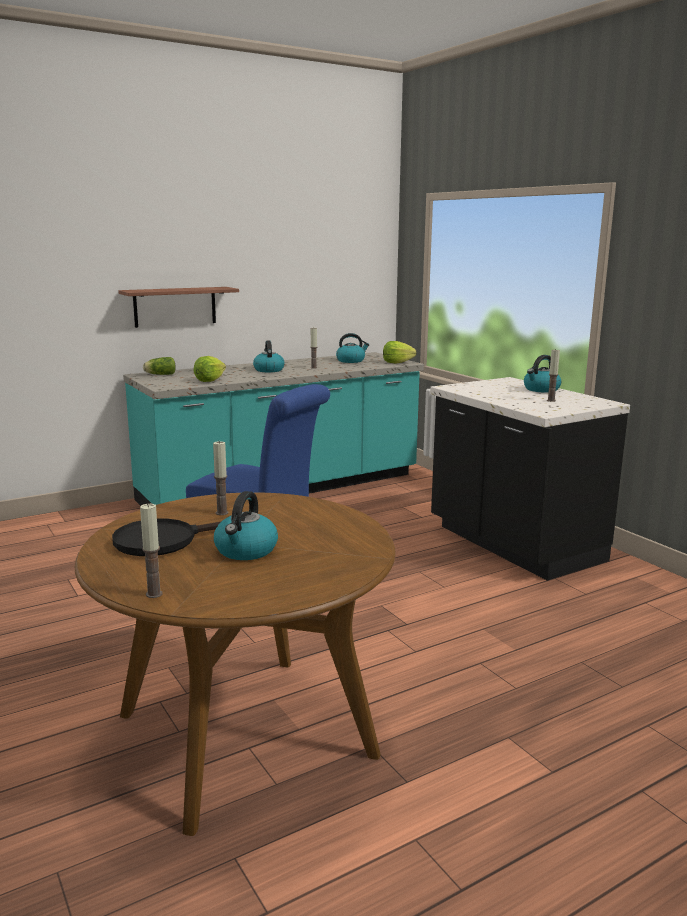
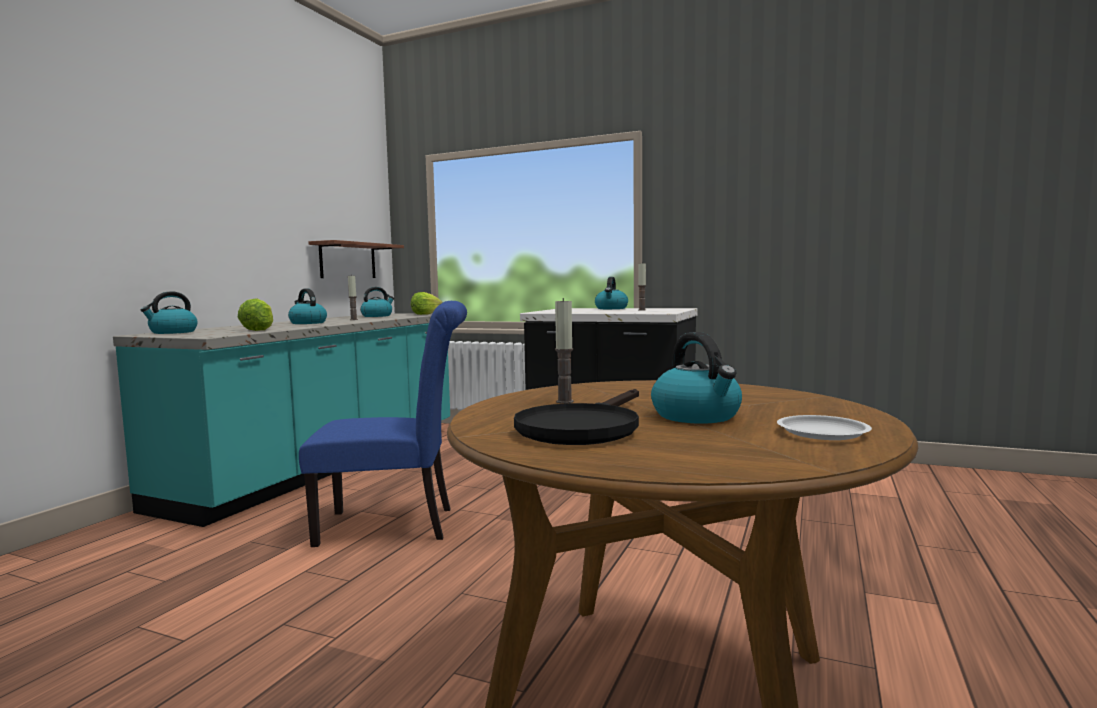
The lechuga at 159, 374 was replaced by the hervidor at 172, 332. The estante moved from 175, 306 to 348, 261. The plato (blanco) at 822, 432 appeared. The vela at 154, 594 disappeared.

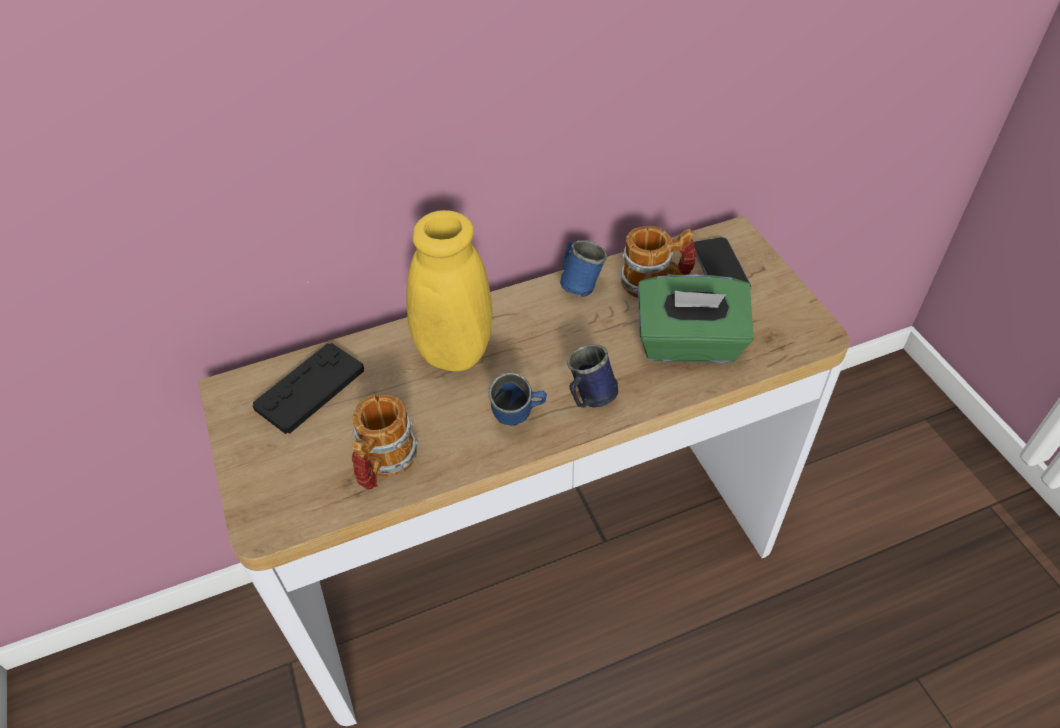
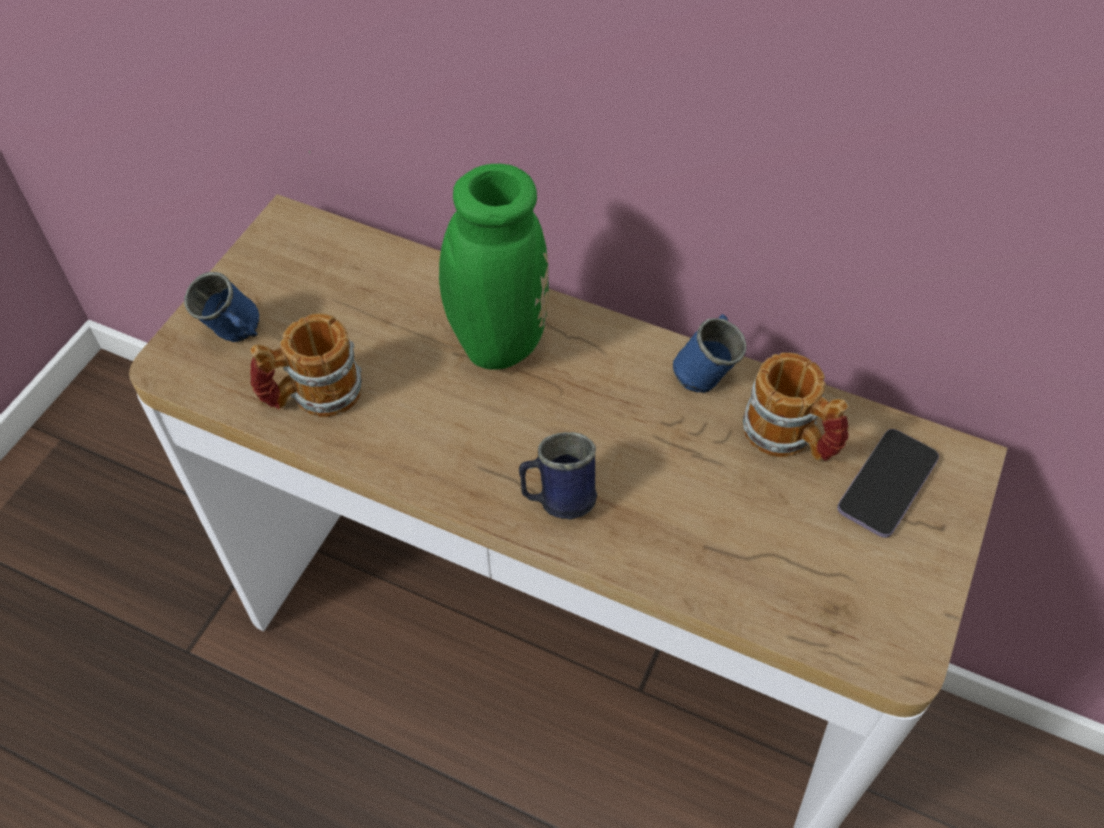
The taza grande (azul) moved from 519, 418 to 236, 336. The florero (amarillo) at 449, 355 became the florero (verde) at 490, 341. The mando de consola (negro) at 310, 389 disappeared. The caja de pañuelos (verde) at 689, 344 disappeared.

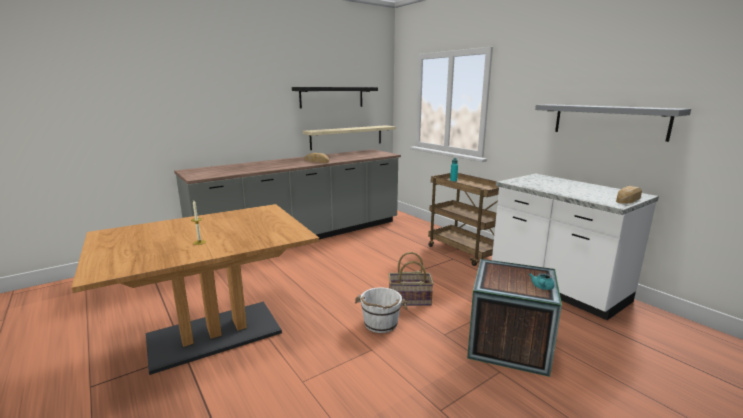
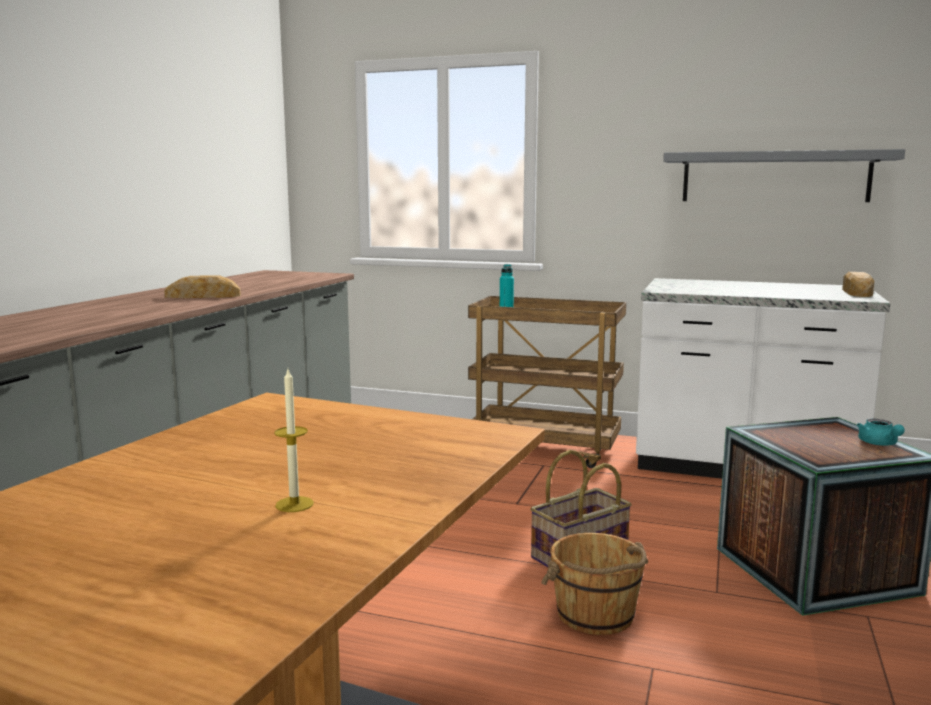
The cubo (blanco) at 380, 324 became the cubo (marrón) at 596, 615. The estante (negro) at 332, 97 disappeared. The estante (beis) at 347, 137 disappeared.

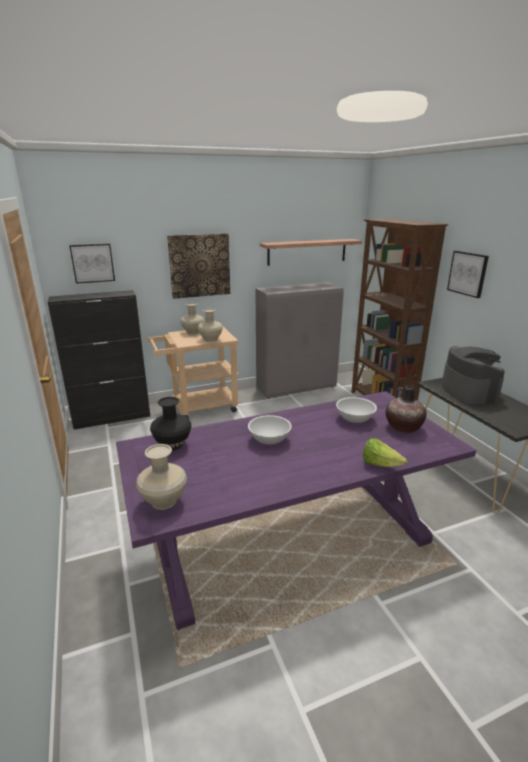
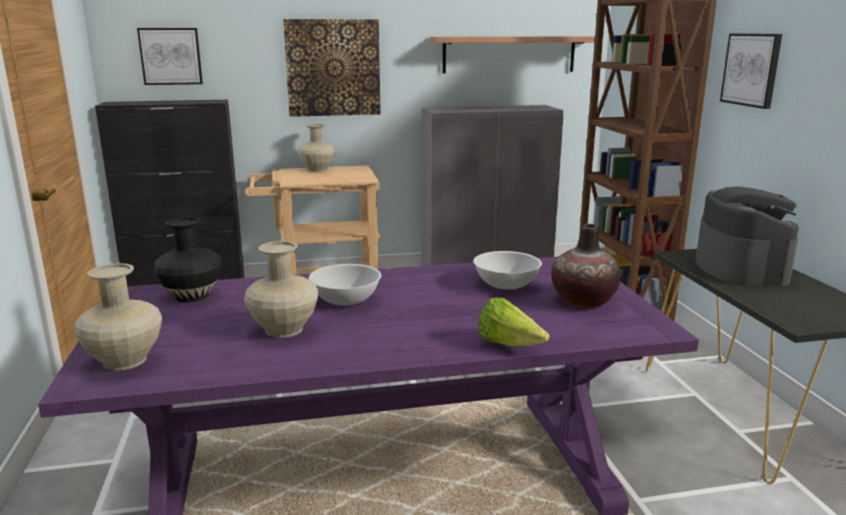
The florero (beis) moved from 211, 339 to 285, 329.

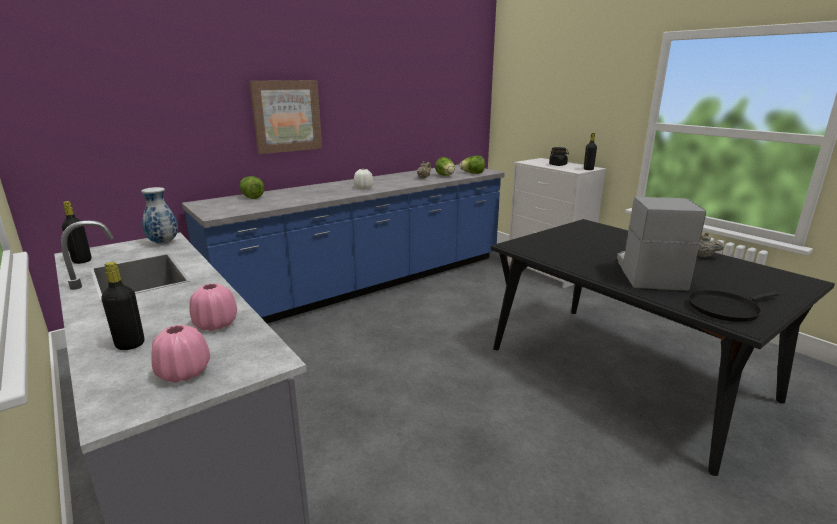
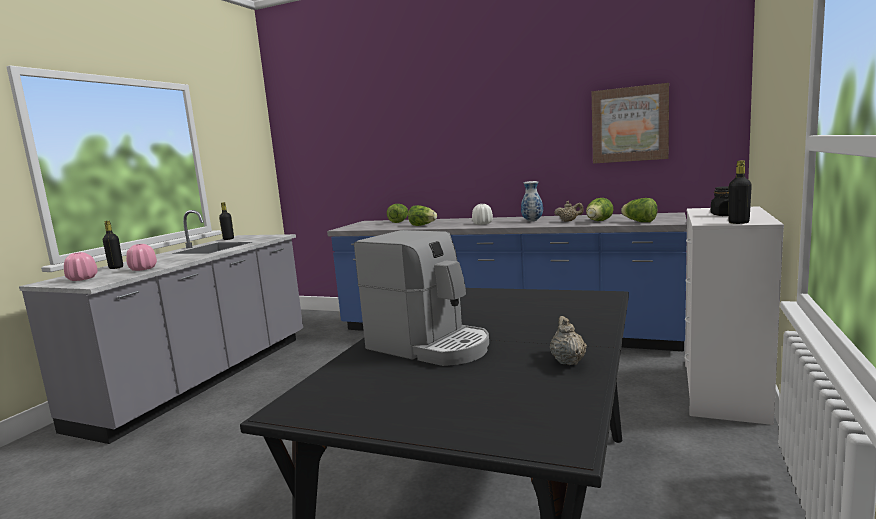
The cafetera at 648, 273 turned 60 degrees clockwise. The lechuga at 422, 225 appeared. The florero moved from 162, 243 to 532, 221. The cuadro moved from 286, 116 to 629, 124. The sartén (negro) at 725, 309 disappeared.

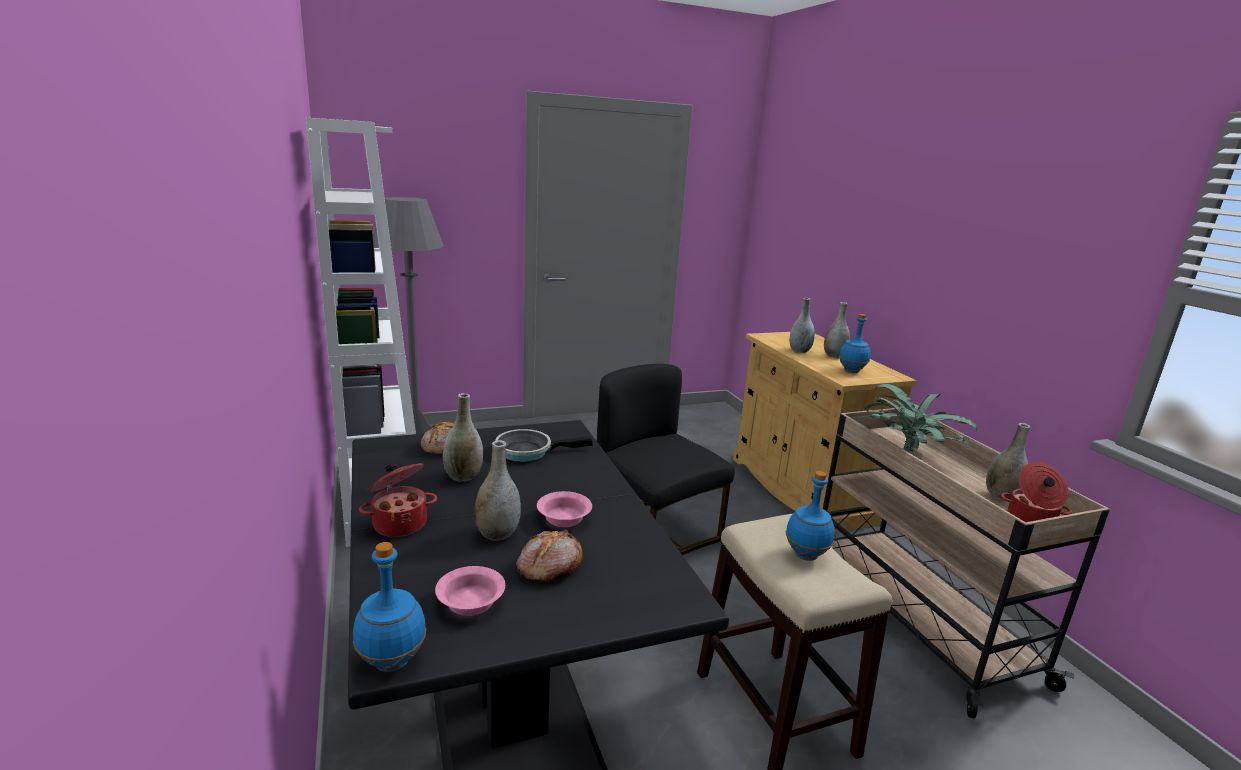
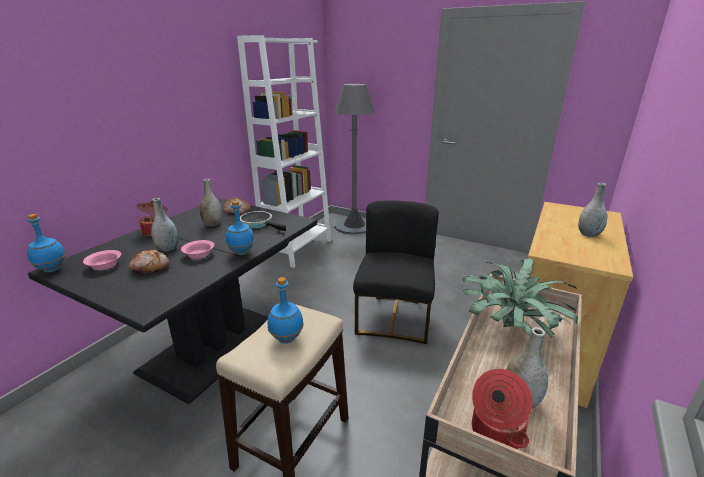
The botella (azul) moved from 851, 371 to 242, 252. The florero (gris) at 799, 351 disappeared.

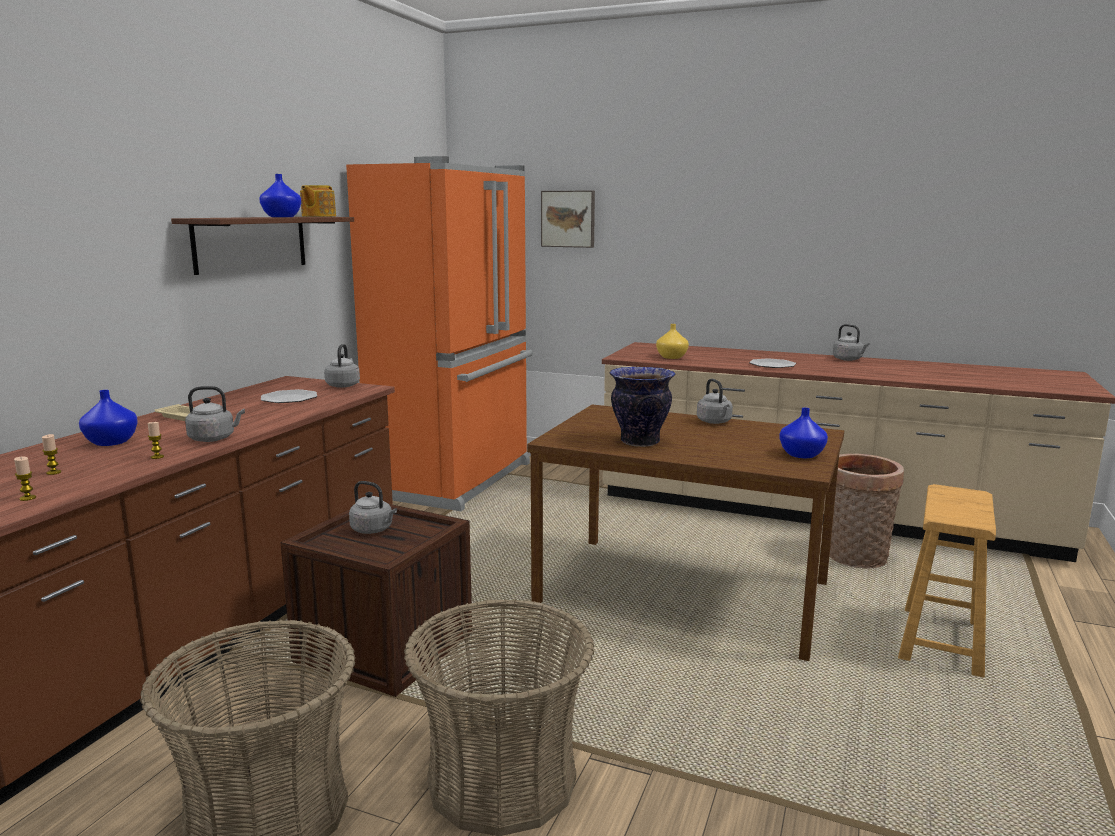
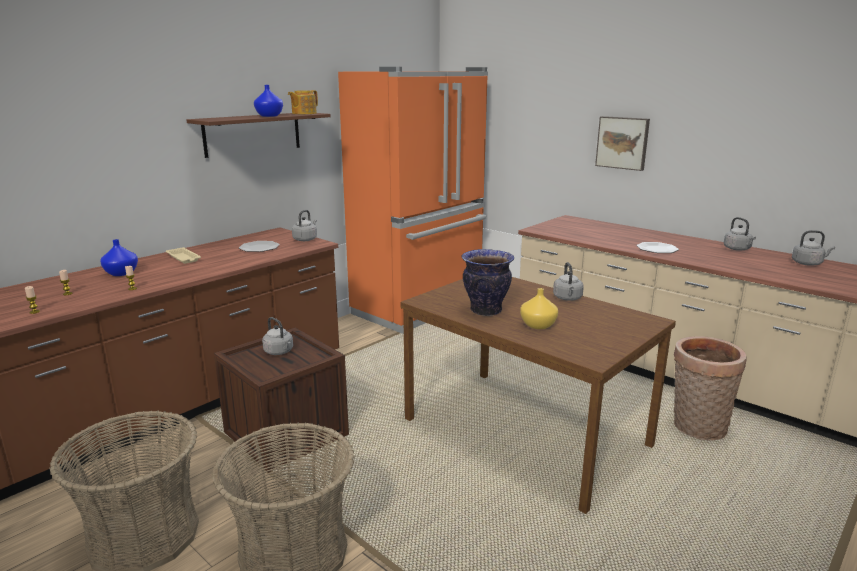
The florero (amarillo) moved from 672, 357 to 538, 325. The cuadro moved from 568, 219 to 622, 142. The hervidor (gris) moved from 214, 439 to 808, 263. The florero (azul) at 801, 455 disappeared. The taburete (marrón) at 942, 641 disappeared.

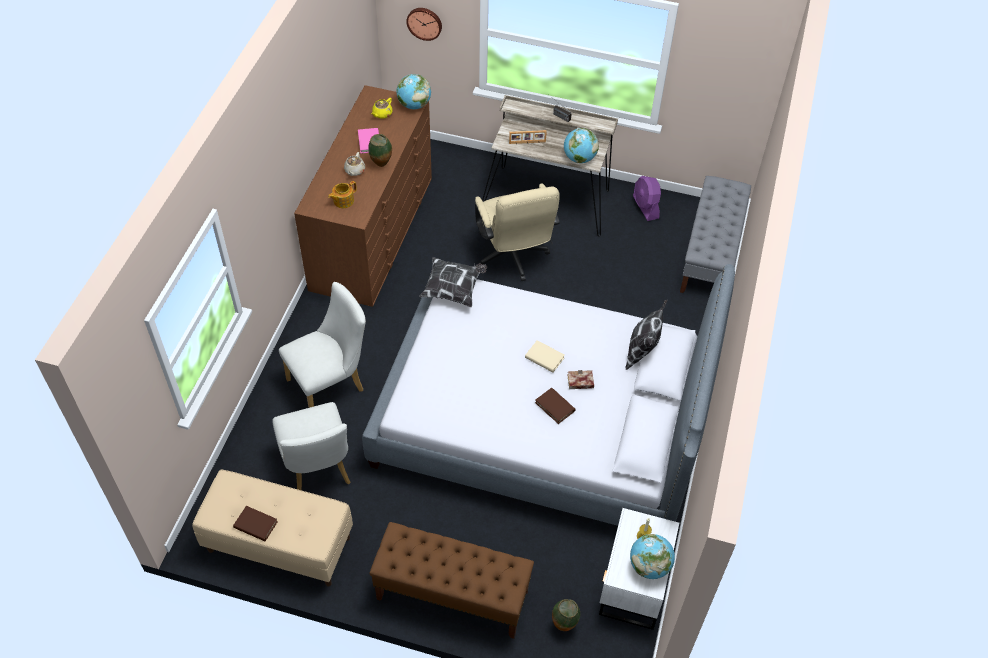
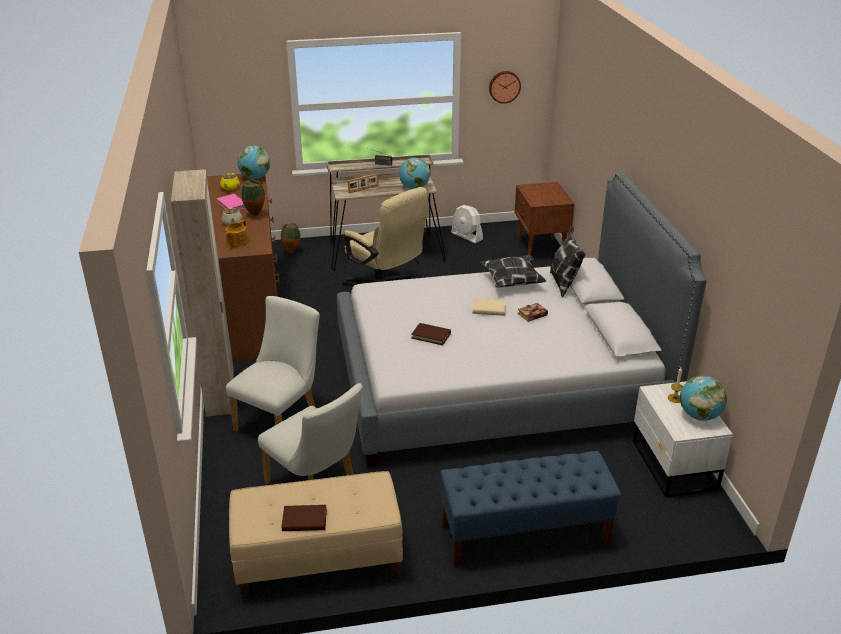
The armario ropero (beis) at 220, 395 appeared. The florero moved from 564, 624 to 291, 251. The libro (marrón) moved from 555, 407 to 431, 336. The banco (marrón) at 452, 595 became the banco (azul) at 524, 534. The ventilador (morado) at 645, 207 became the ventilador (blanco) at 467, 236. The cojín moved from 453, 289 to 513, 282. The reloj de pared moved from 424, 23 to 504, 86. The banco (gris) at 710, 255 was replaced by the mesita de noche (marrón) at 540, 249.

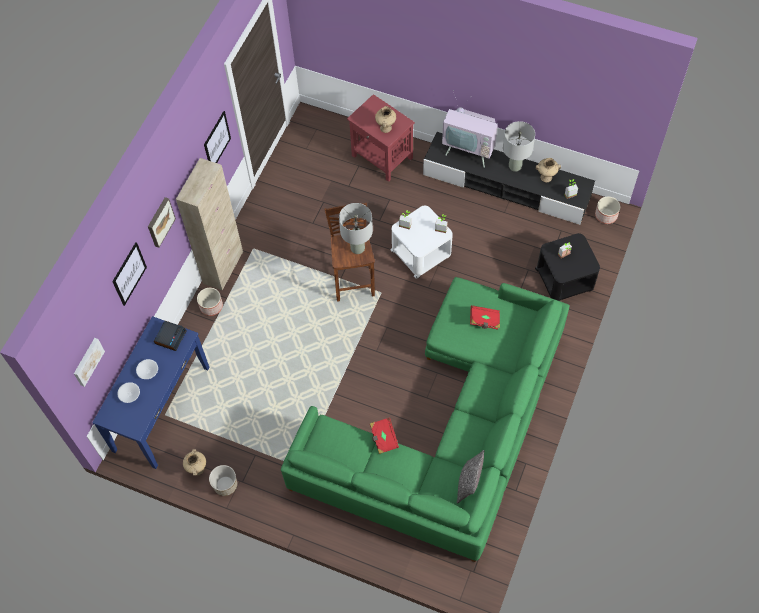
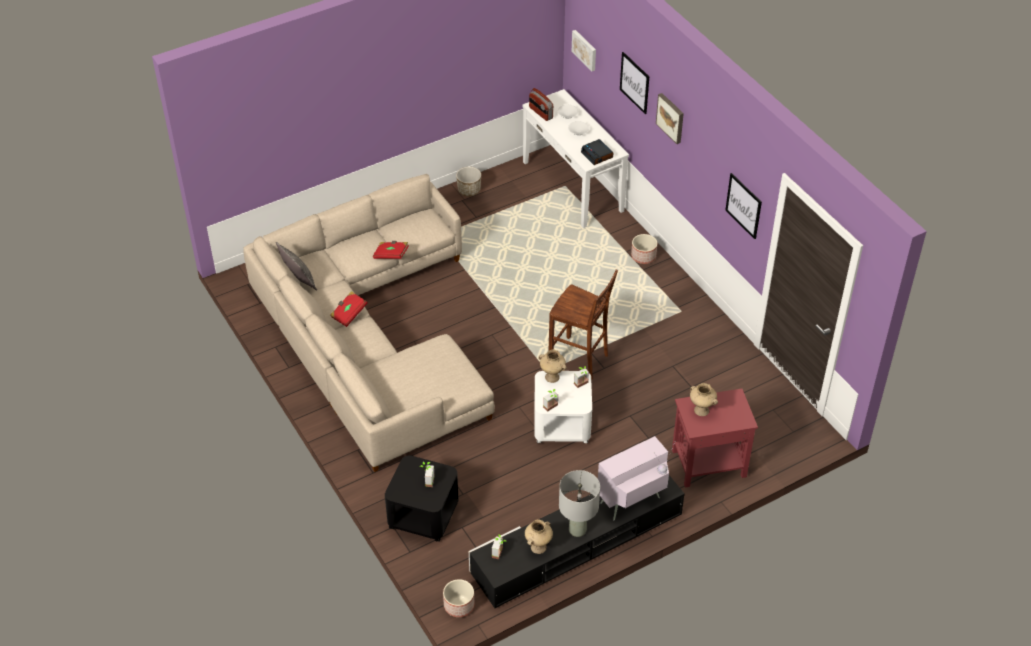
The sofá (verde) at 449, 430 became the sofá (beis) at 370, 338. The libro (rojo) moved from 484, 321 to 349, 314. The mesa consola (azul) at 161, 408 became the mesa consola (blanco) at 573, 186. The radio at 540, 113 appeared. The florero (beis) moved from 197, 469 to 552, 377. The armario (beis) at 223, 267 disappeared. The lámpara de mesa (gris) at 357, 248 disappeared.

